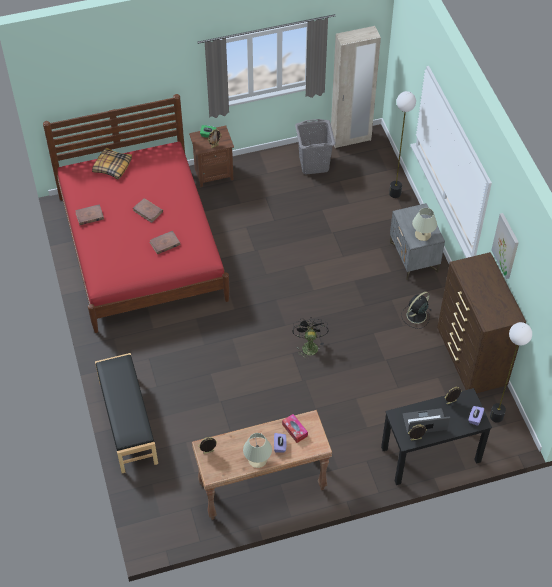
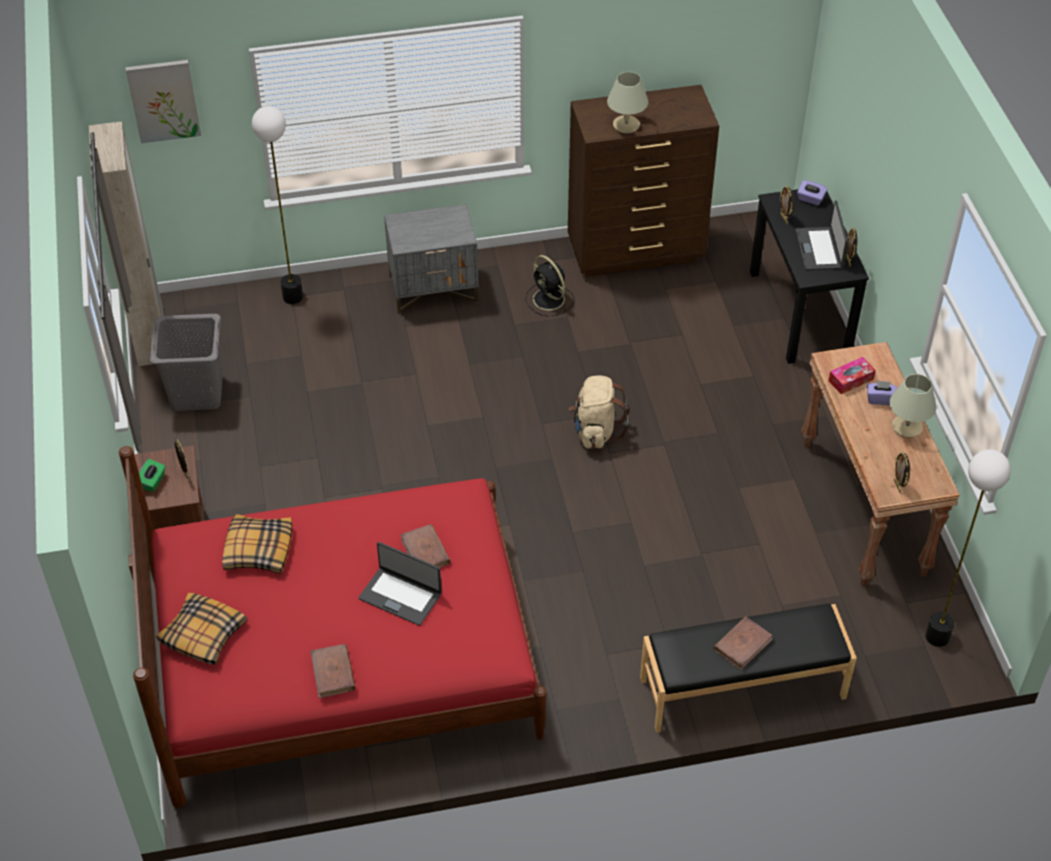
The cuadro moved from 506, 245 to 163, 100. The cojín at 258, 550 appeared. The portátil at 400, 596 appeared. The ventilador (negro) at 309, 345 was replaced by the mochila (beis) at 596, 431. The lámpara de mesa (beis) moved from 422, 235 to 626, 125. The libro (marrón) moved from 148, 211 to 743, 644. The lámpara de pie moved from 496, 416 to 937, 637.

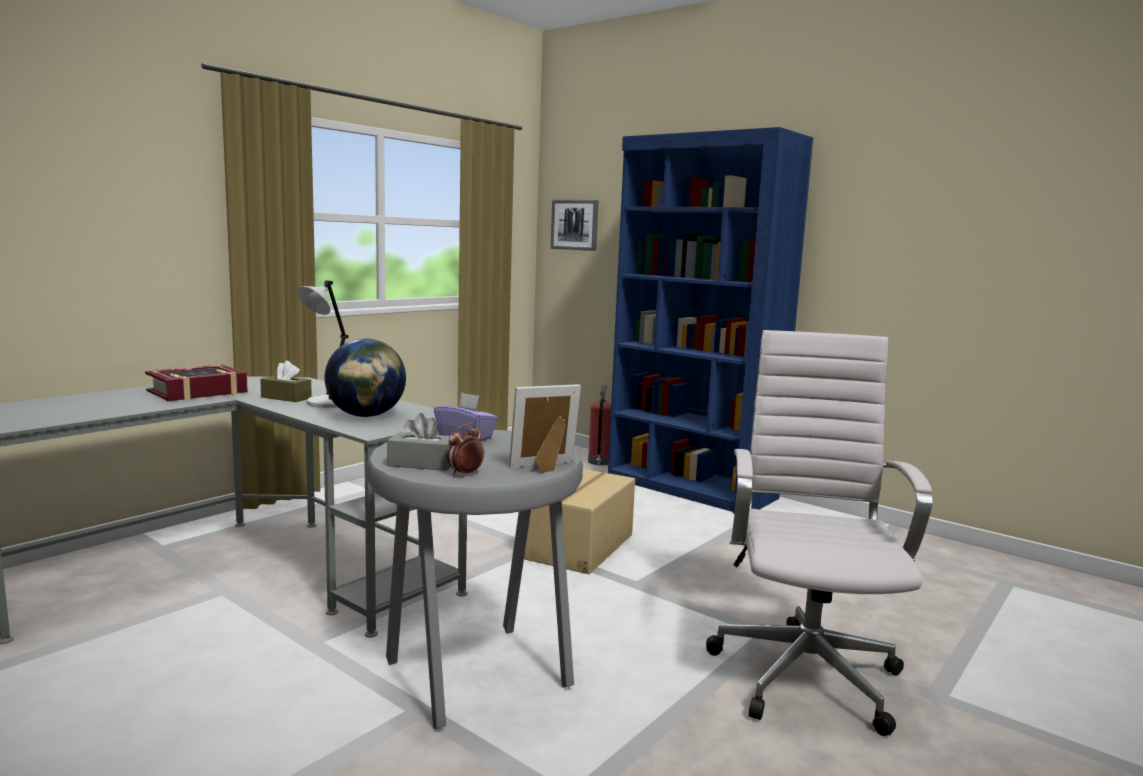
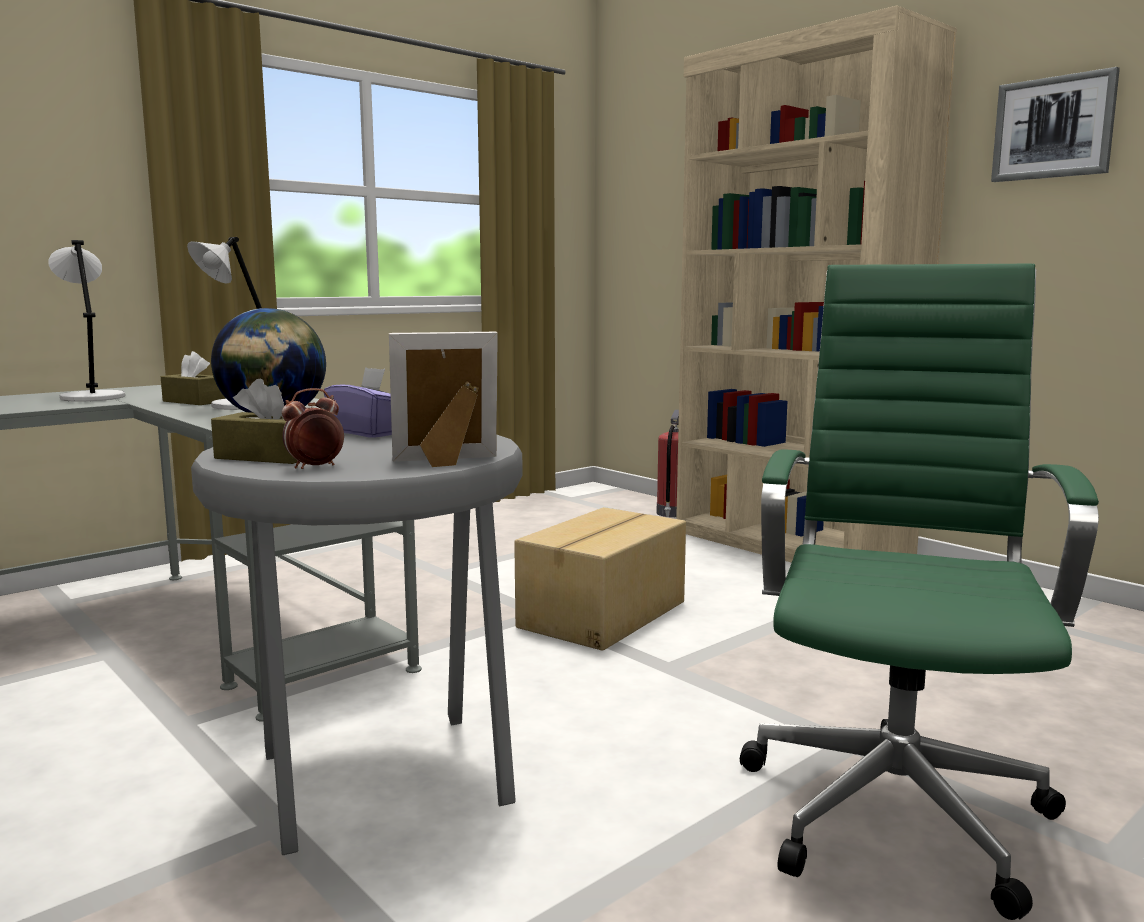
The libro at 197, 392 was replaced by the lámpara de mesa (gris) at 92, 397. The caja de pañuelos (gris) at 422, 464 became the caja de pañuelos (marrón) at 267, 457. The estantería (azul) at 690, 488 became the estantería (beis) at 789, 546. The silla de oficina (blanco) at 805, 672 became the silla de oficina (verde) at 894, 805. The cuadro moved from 575, 225 to 1053, 128.

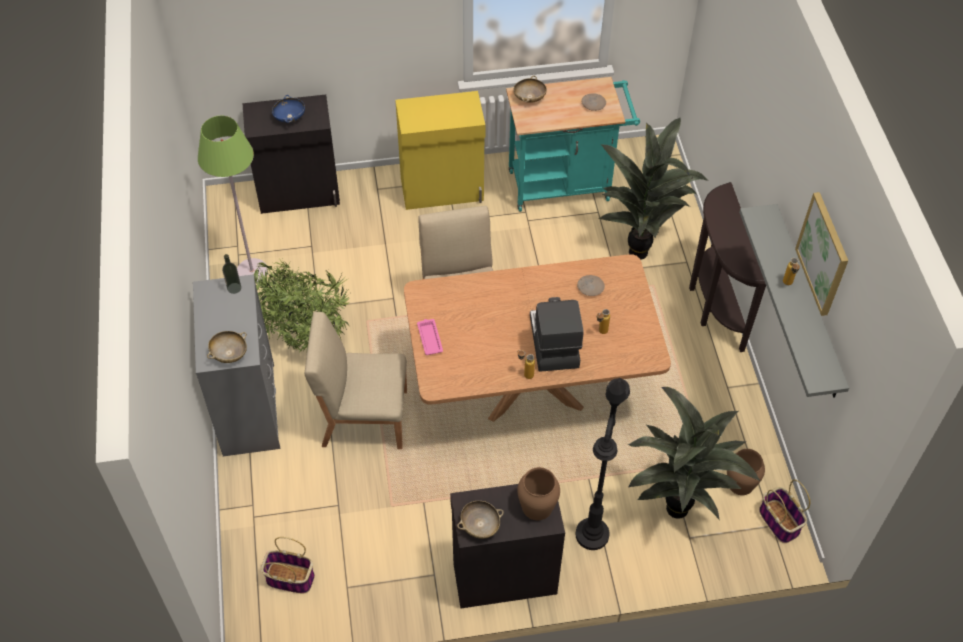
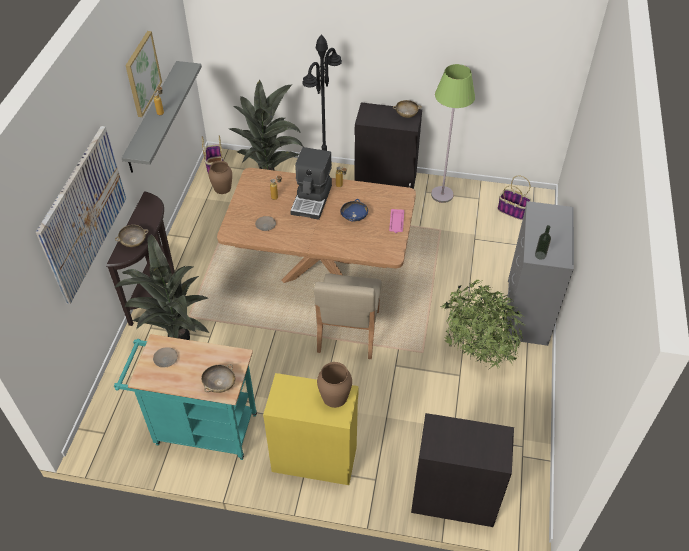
The cuadro at 83, 213 appeared. The cuenco (beis) moved from 229, 354 to 134, 242. The florero (marrón) moved from 536, 506 to 335, 396. The cuenco (azul) moved from 289, 117 to 354, 217. The lámpara de pie (verde) moved from 252, 272 to 442, 195. The silla (beis) at 363, 417 disappeared.

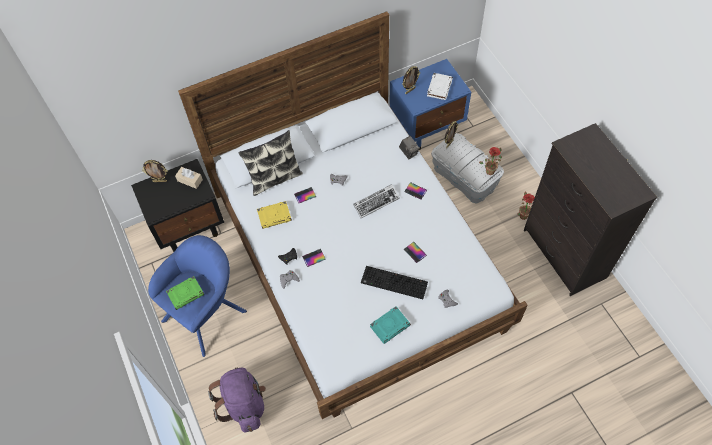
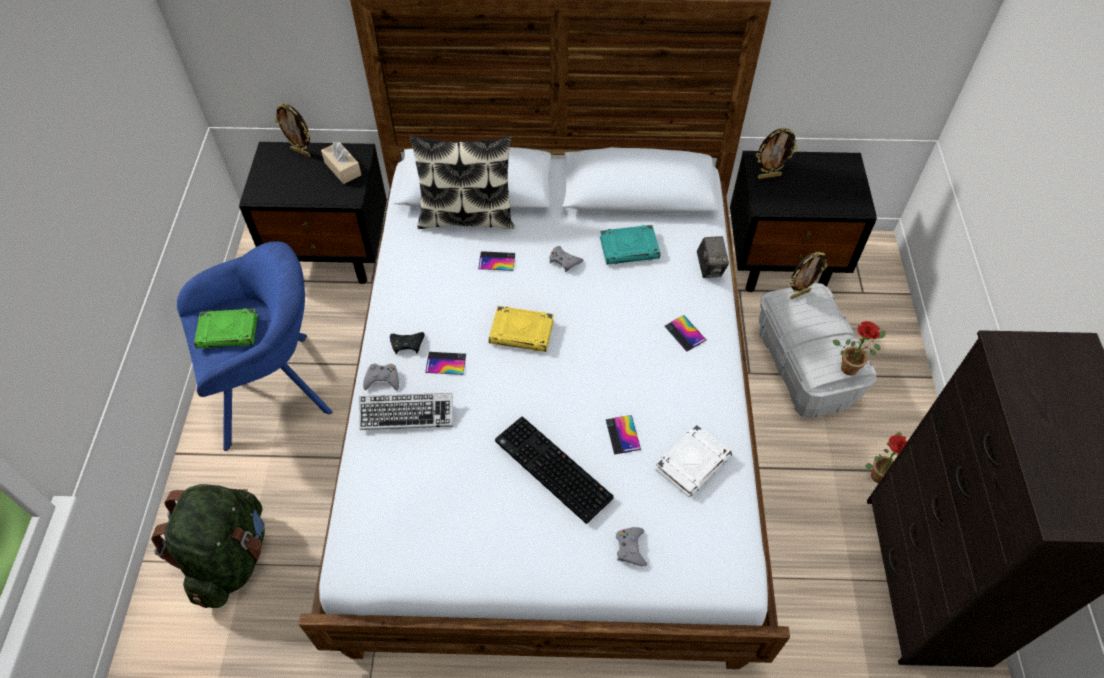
The mochila (morado) at 244, 404 became the mochila (verde) at 230, 557. The teclado moved from 376, 202 to 407, 414. The libro (amarillo) moved from 275, 216 to 522, 332. The libro (turquesa) moved from 390, 325 to 629, 248. The libro (blanco) moved from 439, 87 to 692, 462. The mesita de noche (azul) at 427, 127 became the mesita de noche (negro) at 782, 264.

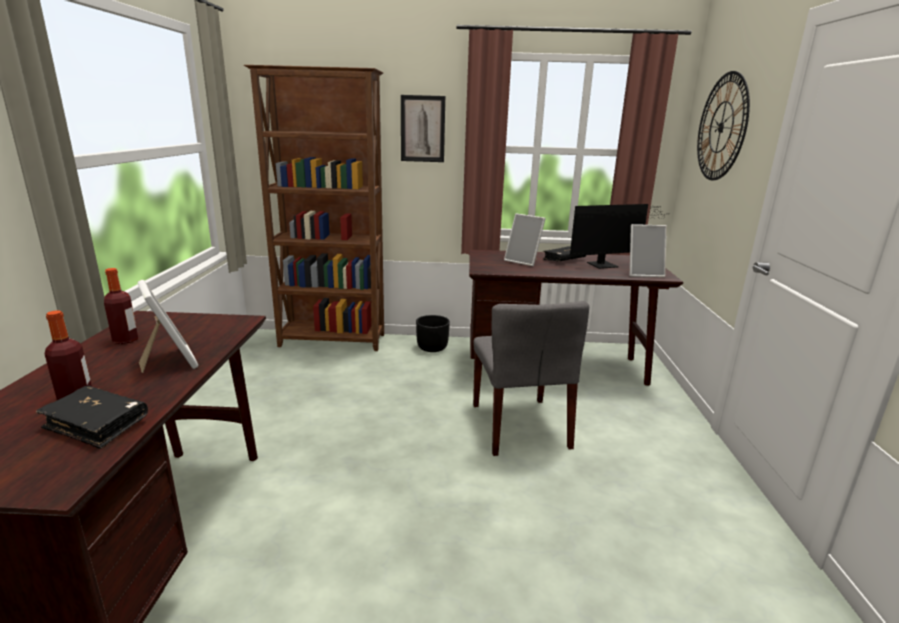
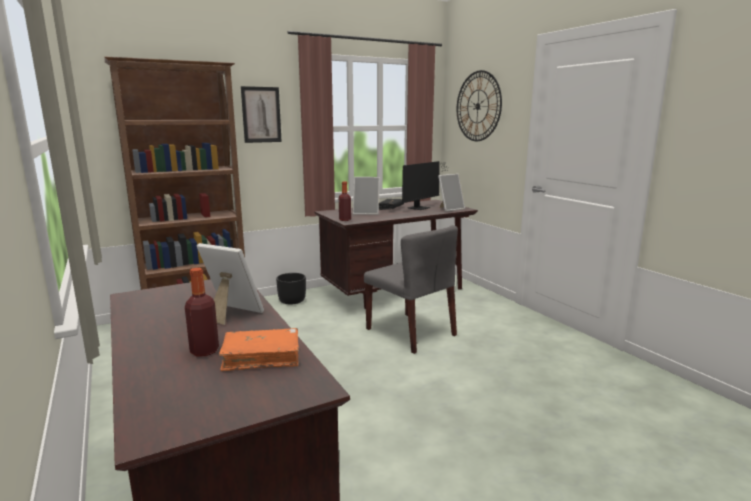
The libro (negro) at 97, 424 became the libro (naranja) at 262, 357. The botella moved from 125, 340 to 345, 220.

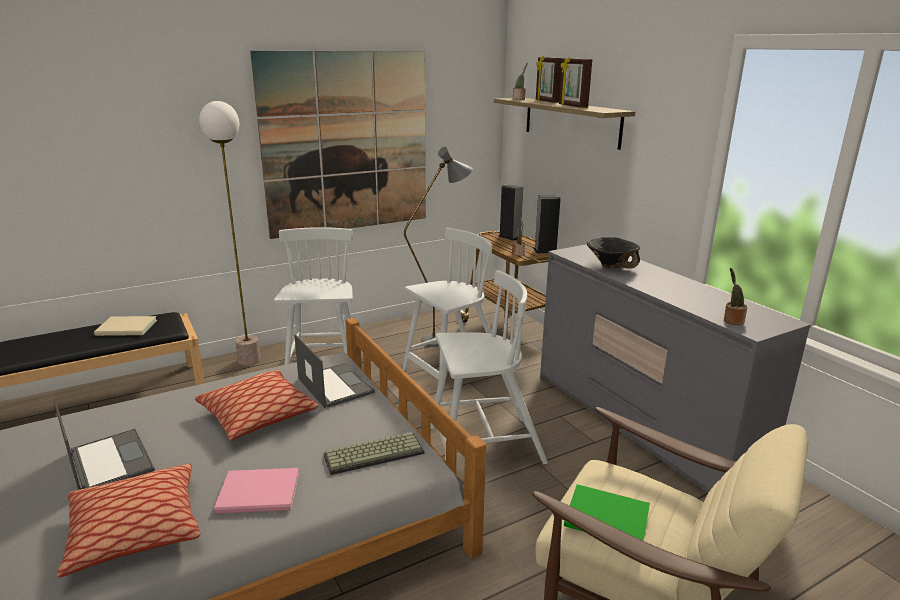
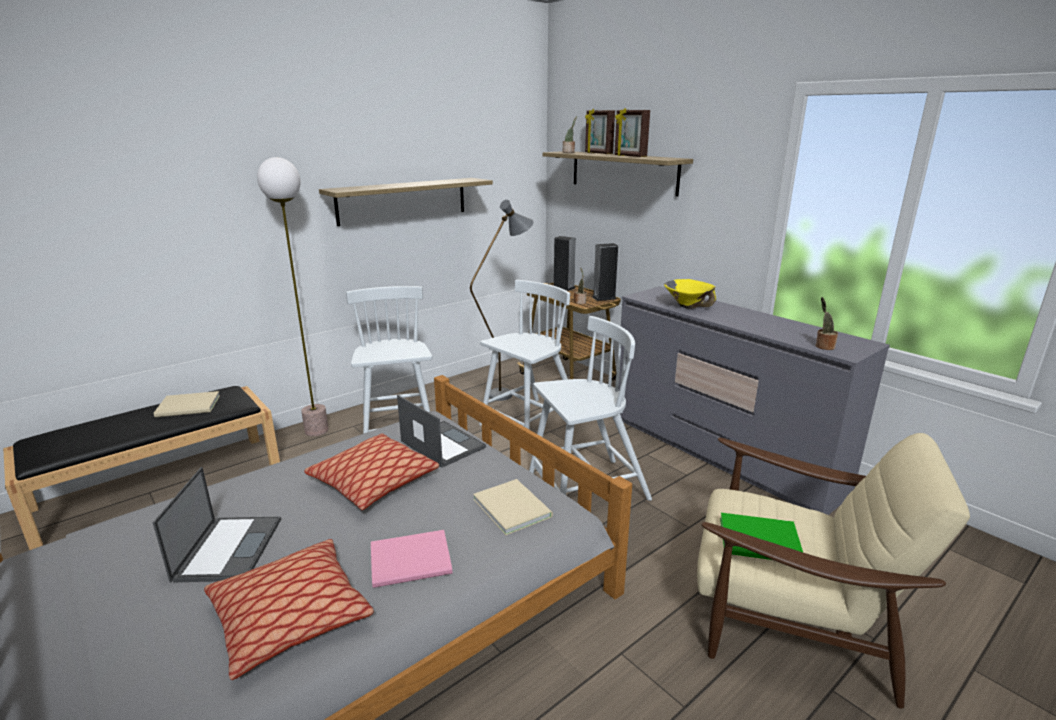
The portátil at 109, 461 turned 45 degrees clockwise. The cuadro at 347, 143 was replaced by the estante at 403, 200. The teclado at 374, 453 was replaced by the libro (beis) at 512, 506. The cuenco (negro) at 611, 266 became the cuenco (amarillo) at 687, 306.

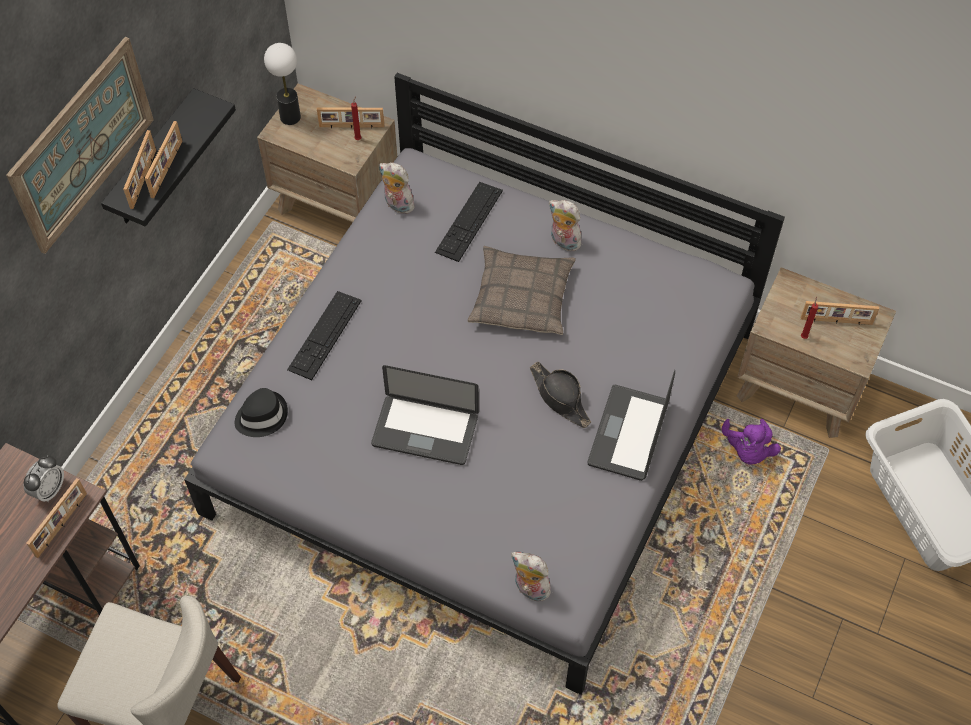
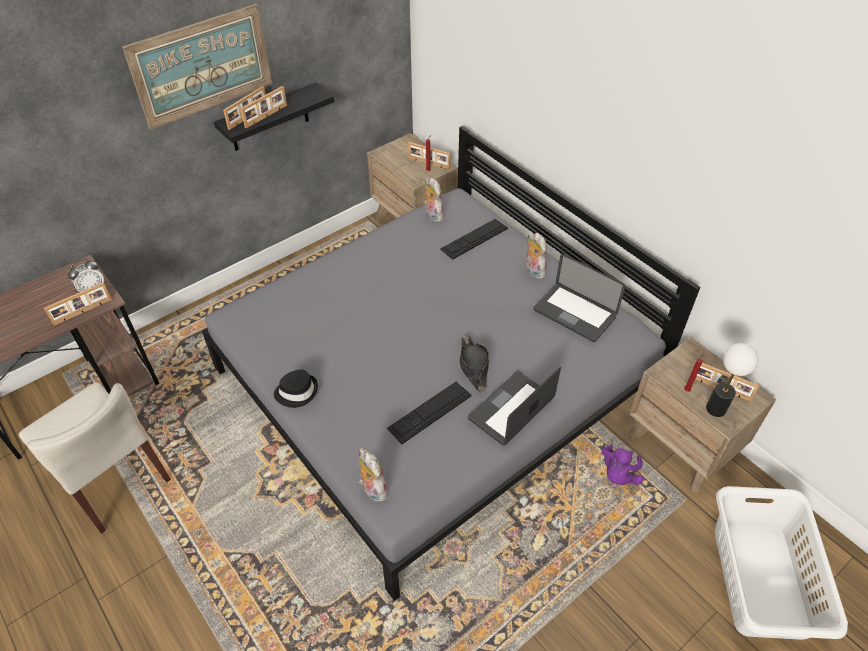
The sombrero (negro) moved from 261, 415 to 297, 392. The teclado moved from 324, 335 to 429, 412. The portátil moved from 425, 431 to 574, 313. The lámpara de mesa moved from 290, 117 to 715, 408. The cojín at 522, 297 disappeared.

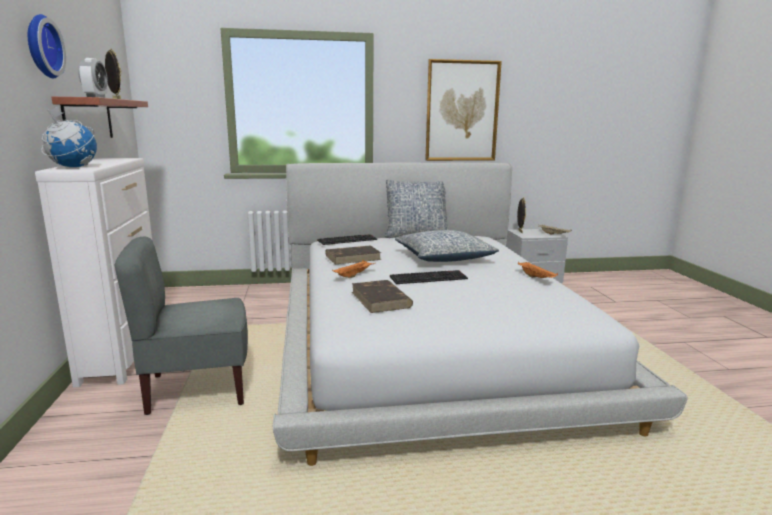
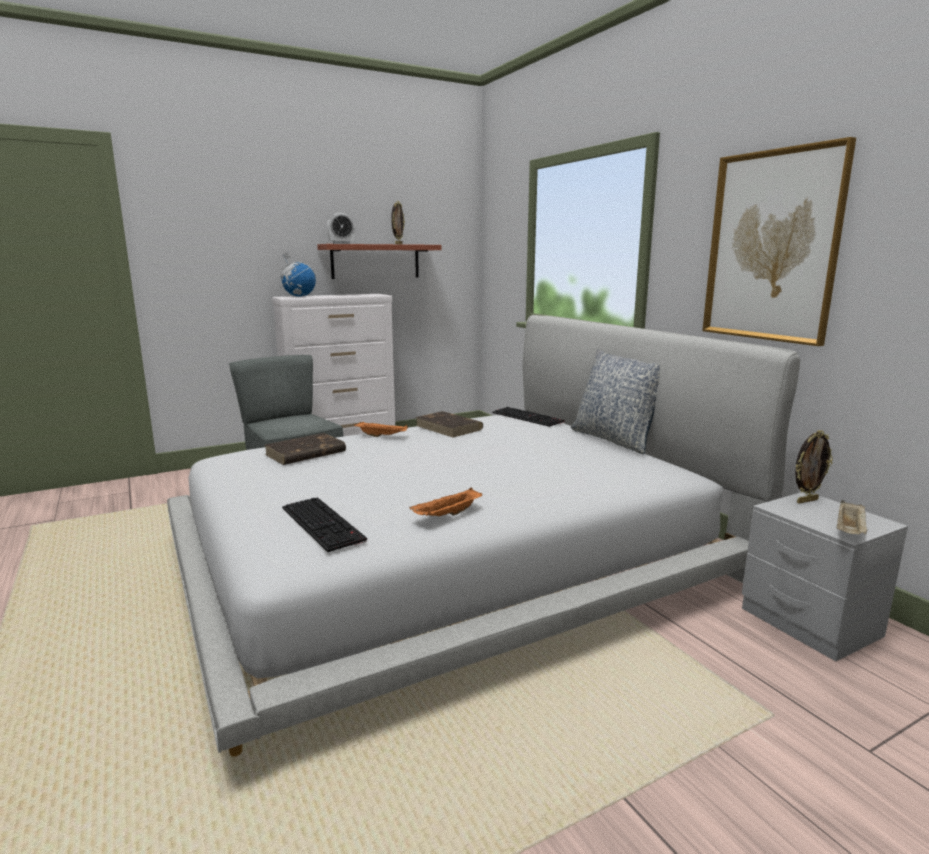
The teclado moved from 429, 277 to 324, 524. The reloj de pared at 41, 46 disappeared. The cojín at 444, 257 disappeared.

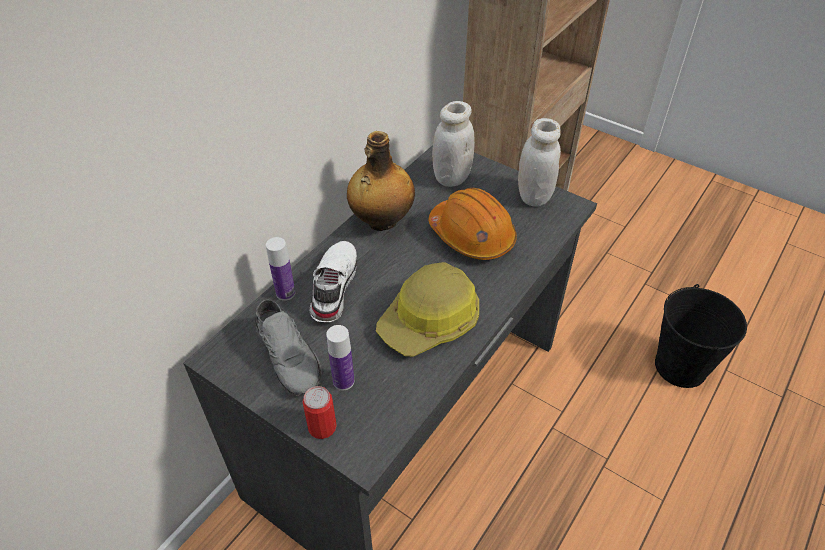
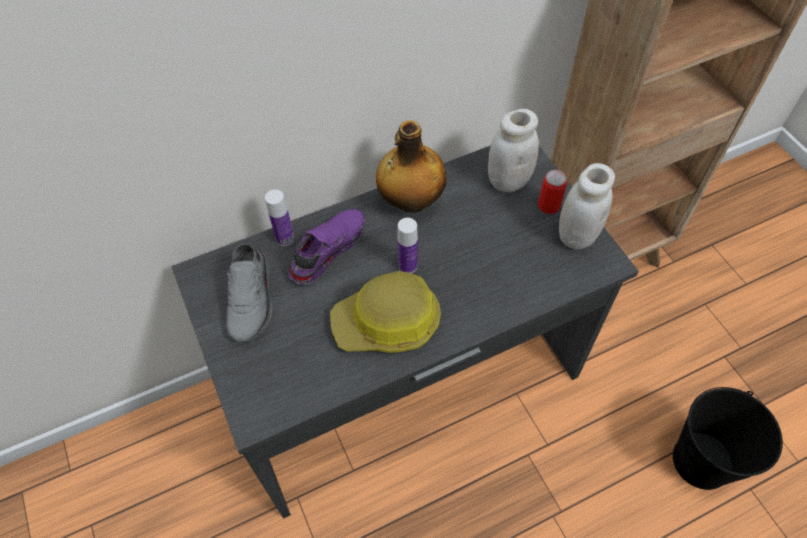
The zapato (blanco) at 332, 286 became the zapato (morado) at 326, 249. The botella moved from 343, 381 to 407, 265. The lata moved from 322, 427 to 548, 205. The casco (naranja) at 472, 236 disappeared.

